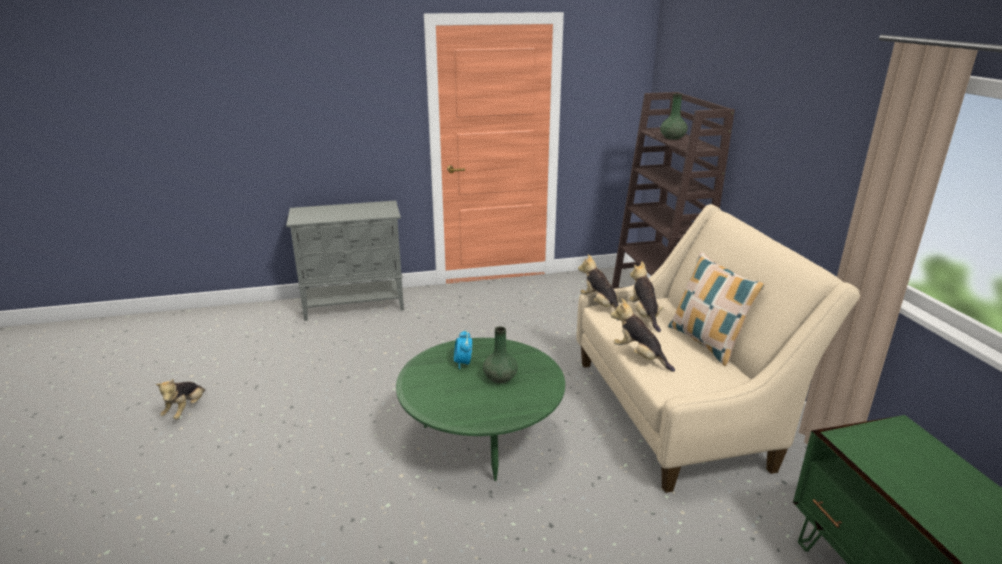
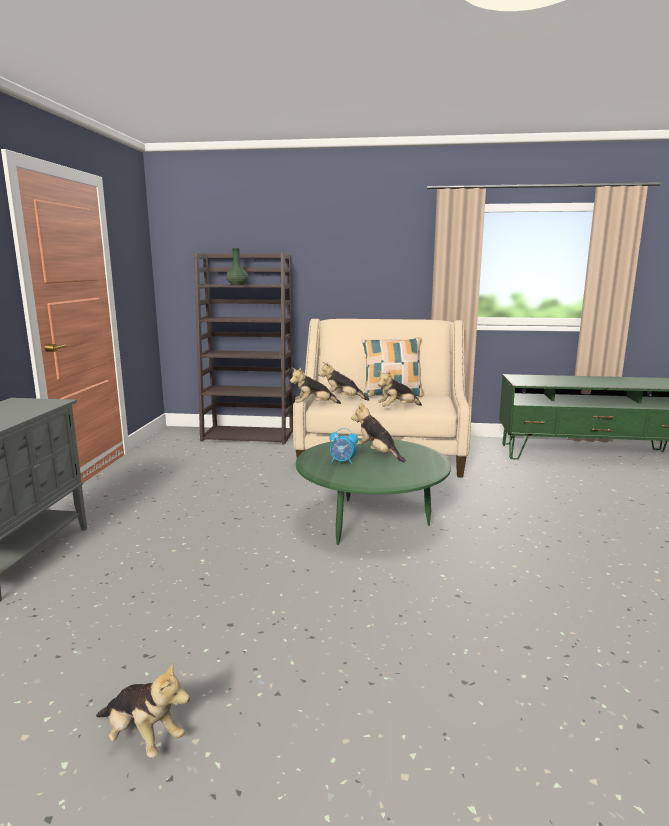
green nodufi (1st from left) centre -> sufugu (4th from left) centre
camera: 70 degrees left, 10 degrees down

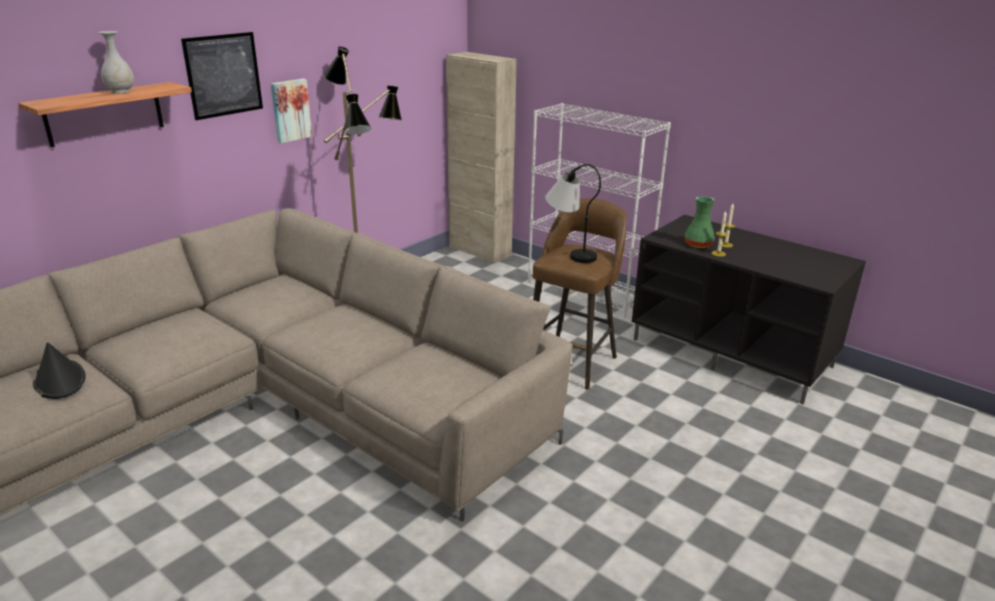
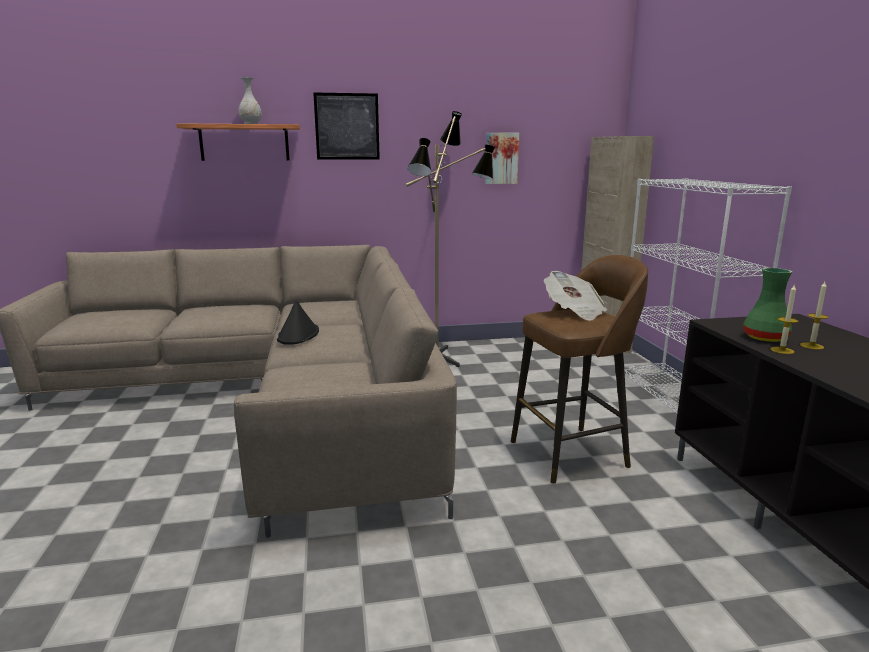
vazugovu (2nd from left) top left -> vazugovu (2nd from left) top centre, move
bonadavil centre -> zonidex centre
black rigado middle left -> black rigado centre, move
camera: 40 degrees right, 10 degrees down

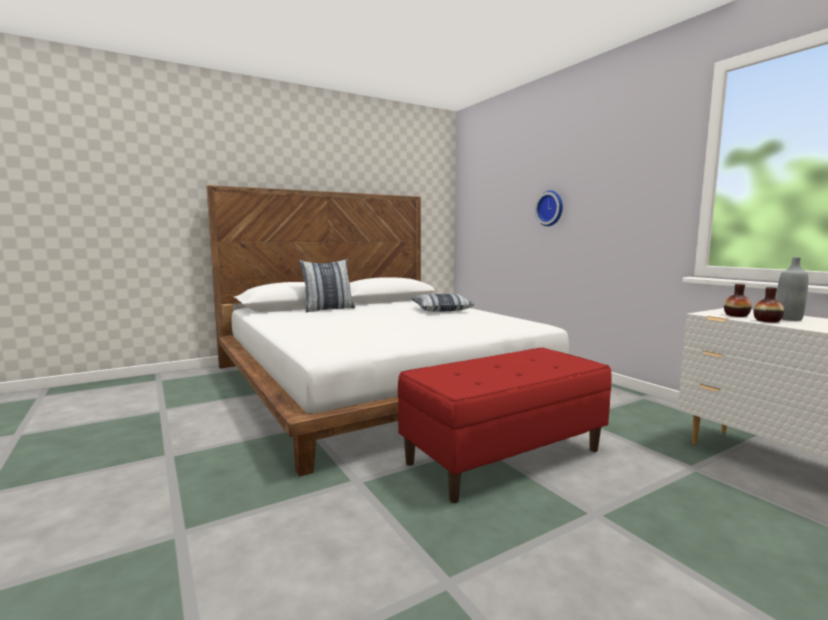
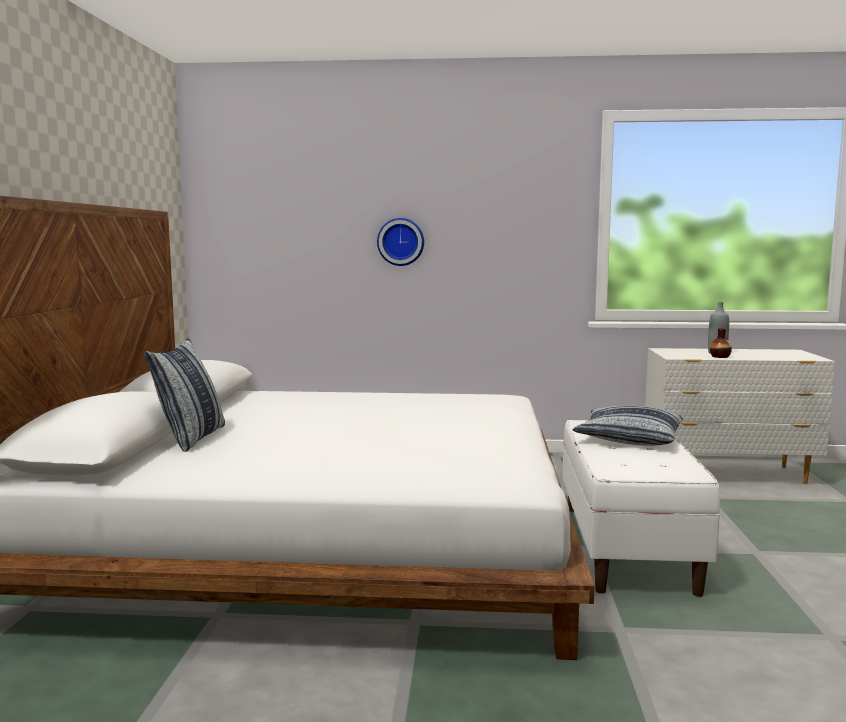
nodufi (1st from left) middle right -> none
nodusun (2nd from left) centre -> nodusun (2nd from left) middle right, move
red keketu bottom centre -> white keketu bottom right
camera: 55 degrees left, 0 degrees up

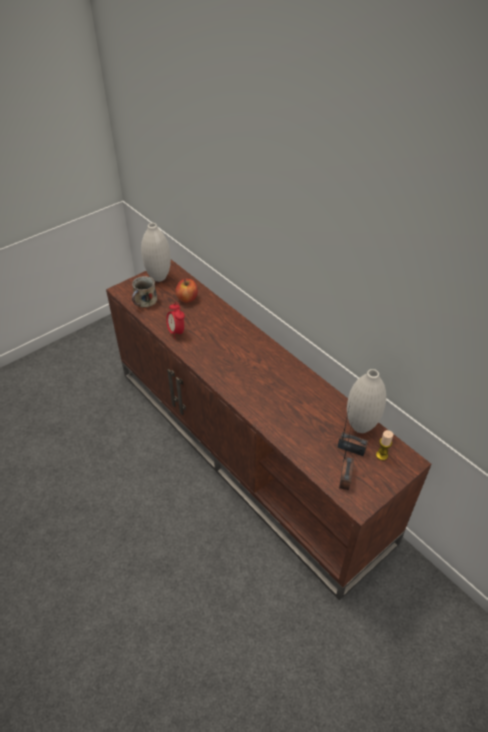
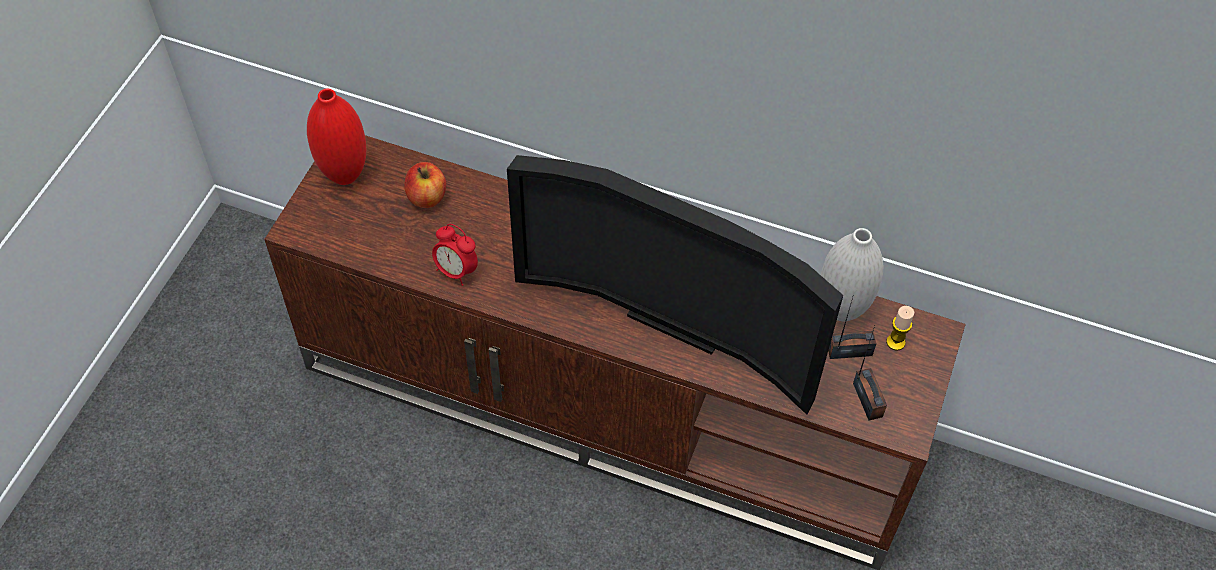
white nodufi (1st from left) middle left -> red nodufi top left
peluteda middle left -> none
none -> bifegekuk centre
camera: 30 degrees left, 10 degrees up

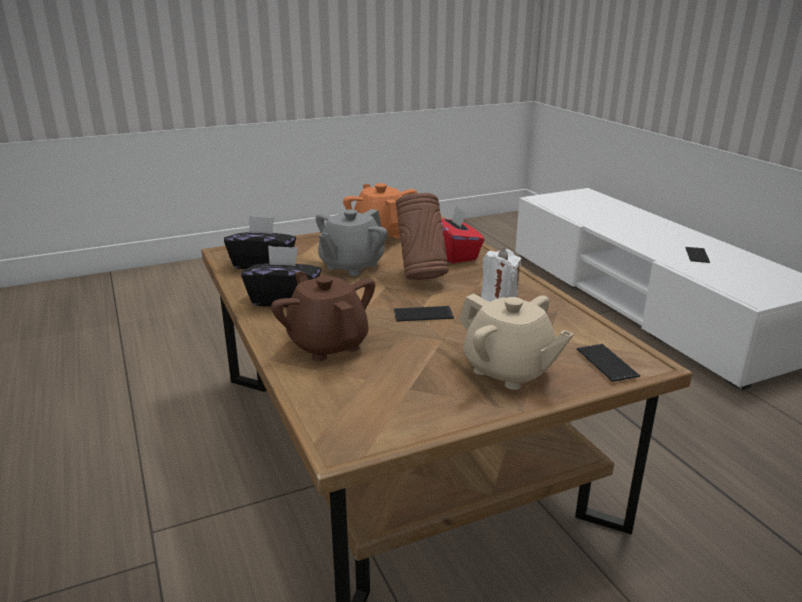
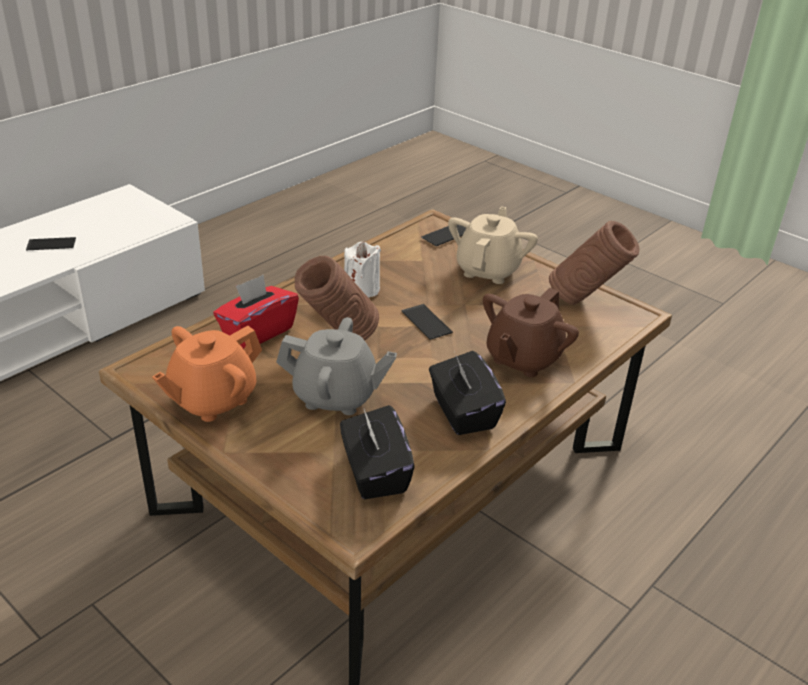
none -> brown nodufi (2nd from left) middle right
camera: 115 degrees left, 10 degrees up

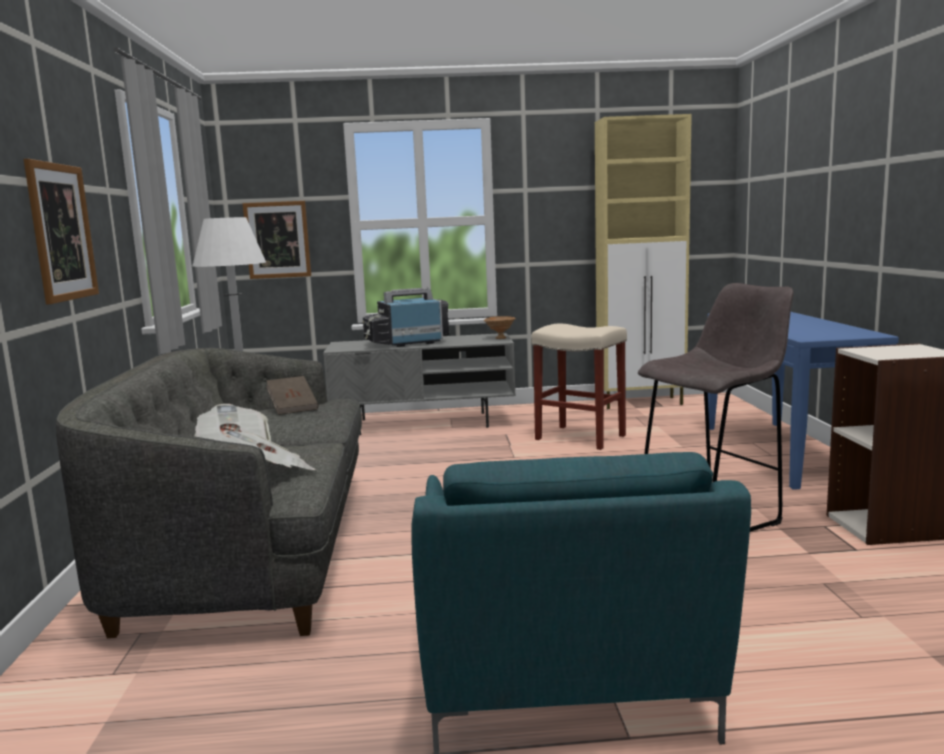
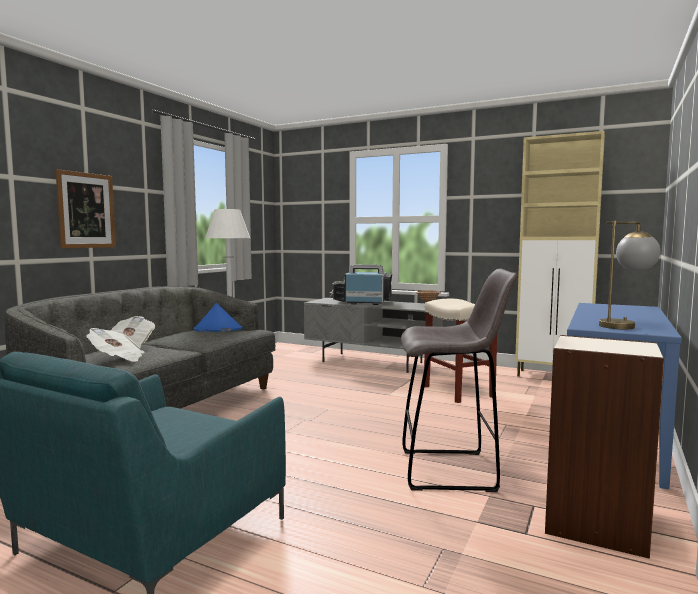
vazugovu (2nd from left) top left -> none
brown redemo middle left -> blue rigado middle left
none -> bonadavil middle right
camera: 30 degrees right, 5 degrees down

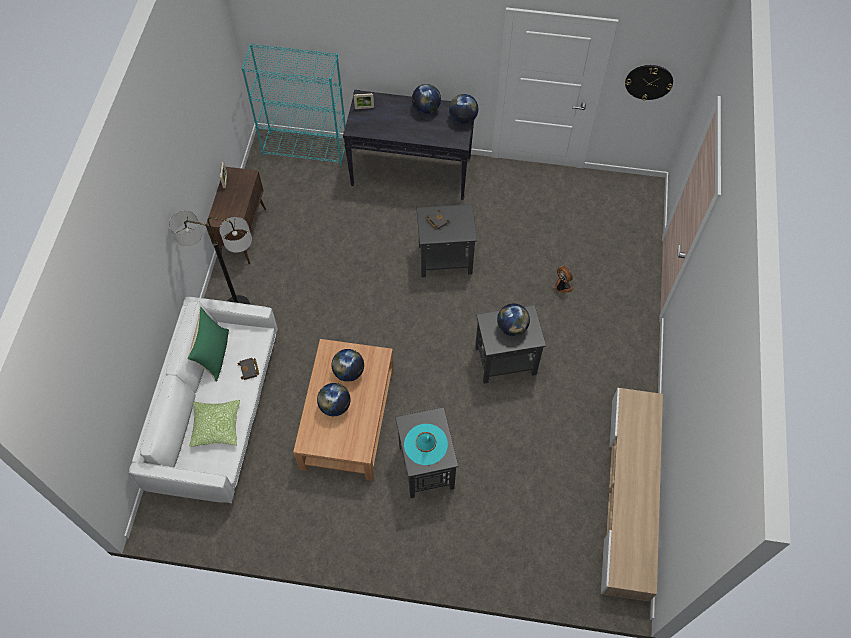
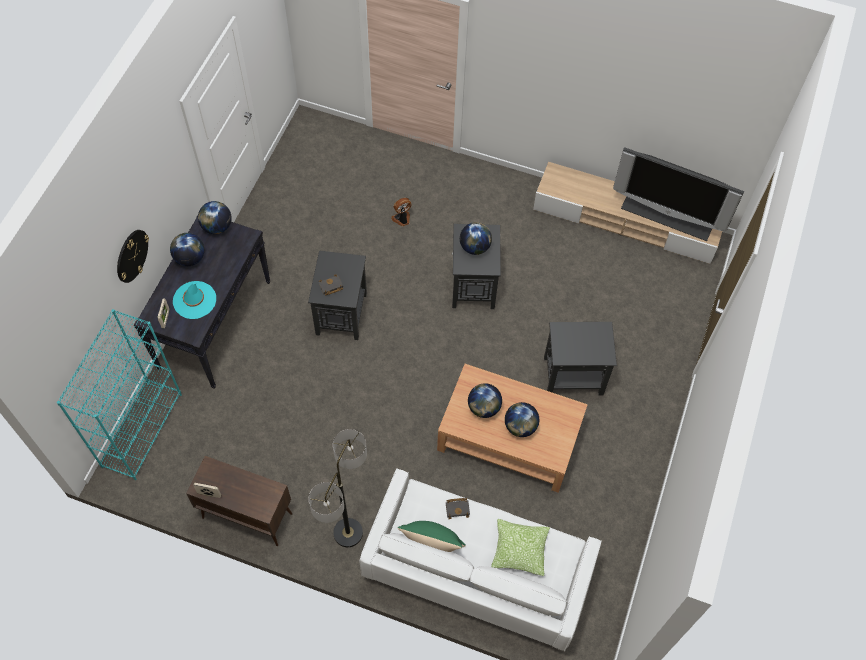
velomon top right -> velomon middle left, move
turquoise rigado bottom centre -> turquoise rigado middle left, move
none -> bifegekuk top right
camera: 80 degrees left, 0 degrees up

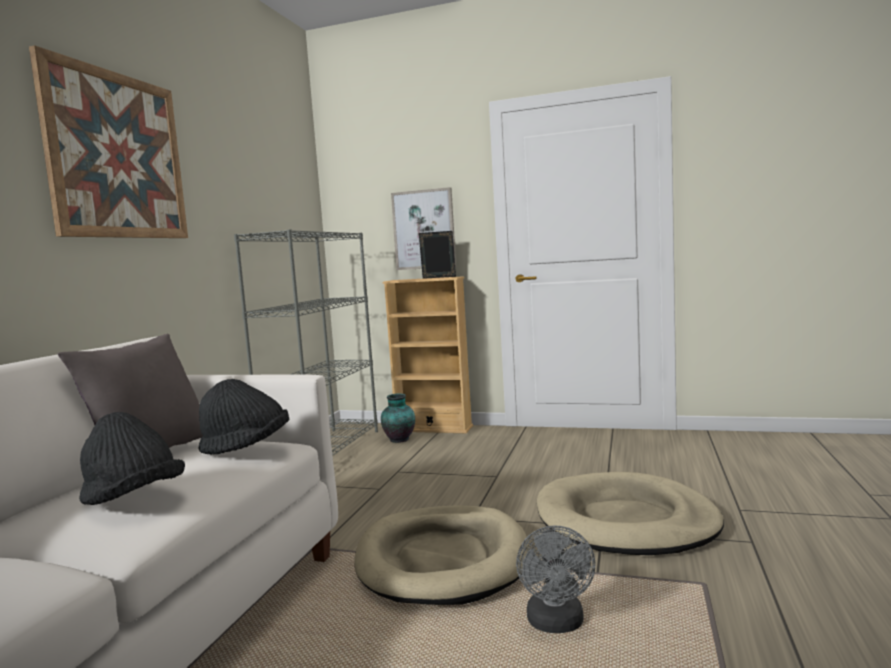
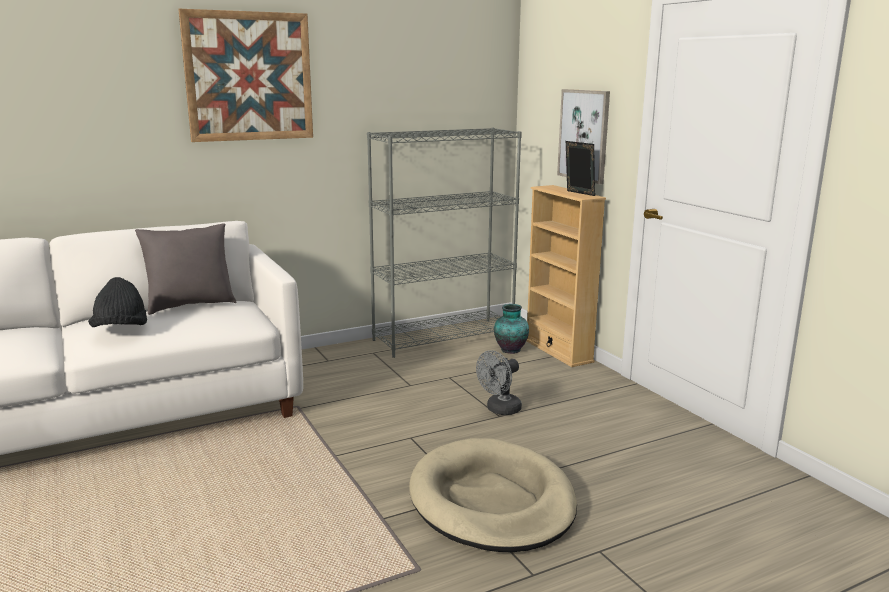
black rigado (2nd from left) middle left -> none
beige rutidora (1st from left) bottom centre -> none
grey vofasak bottom centre -> grey vofasak centre, move
camera: 45 degrees right, 10 degrees up

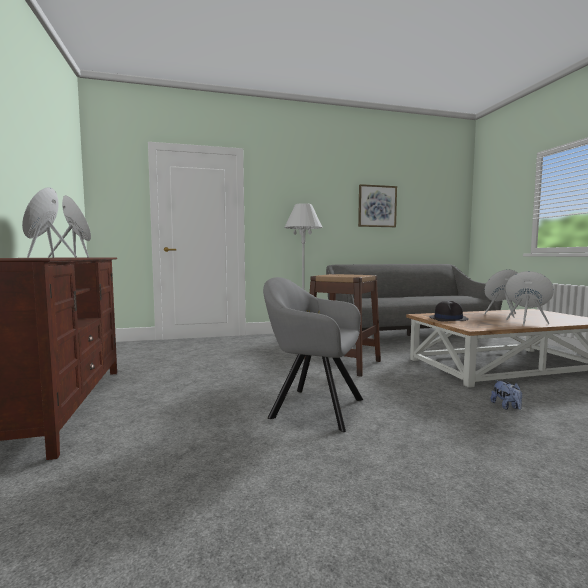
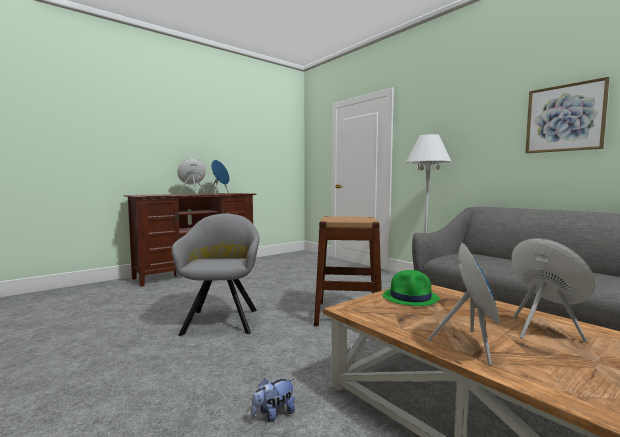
black rigado middle right -> green rigado centre
camera: 65 degrees right, 0 degrees up

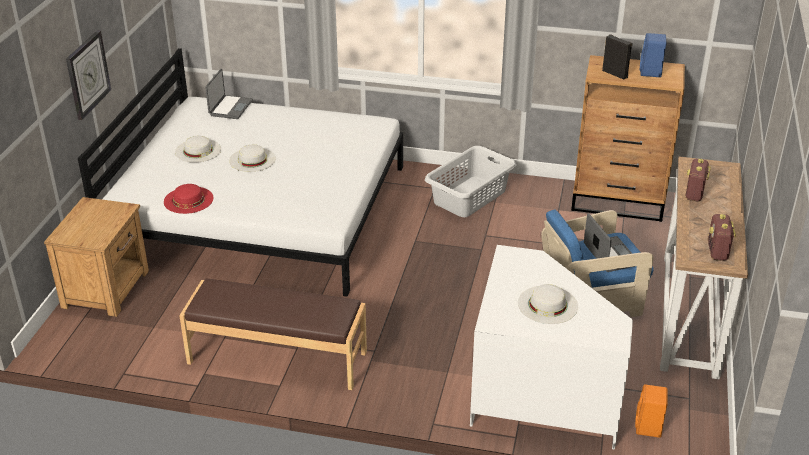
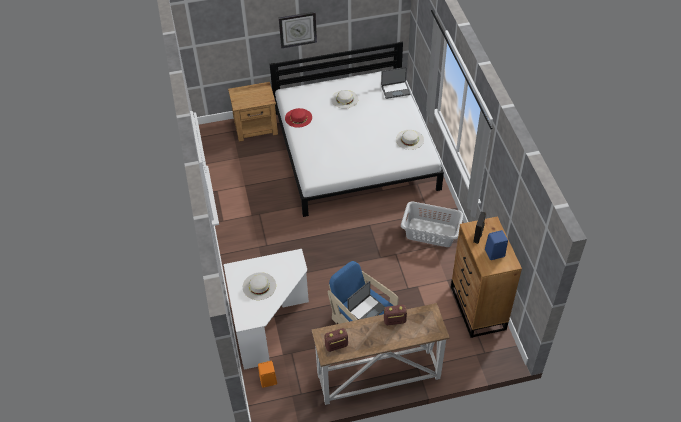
white rigado (2nd from left in the first image) middle left -> white rigado (3rd from left) top centre, move
brown keketu bottom centre -> none
camera: 65 degrees right, 15 degrees up

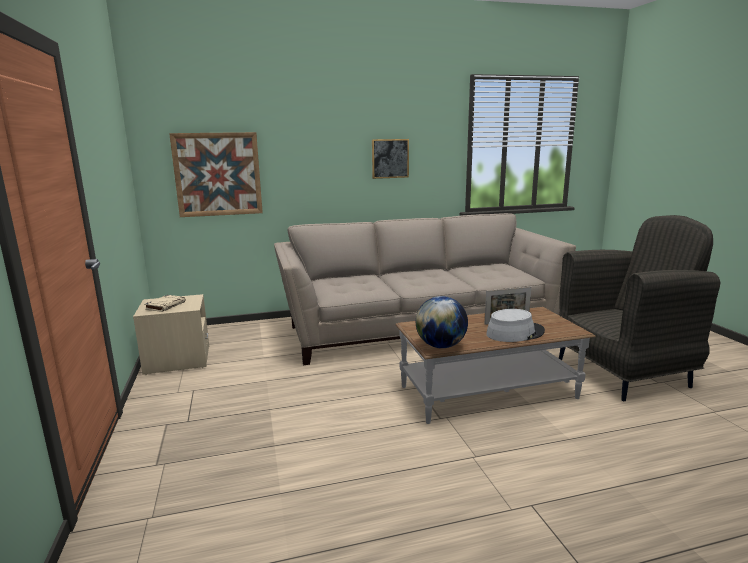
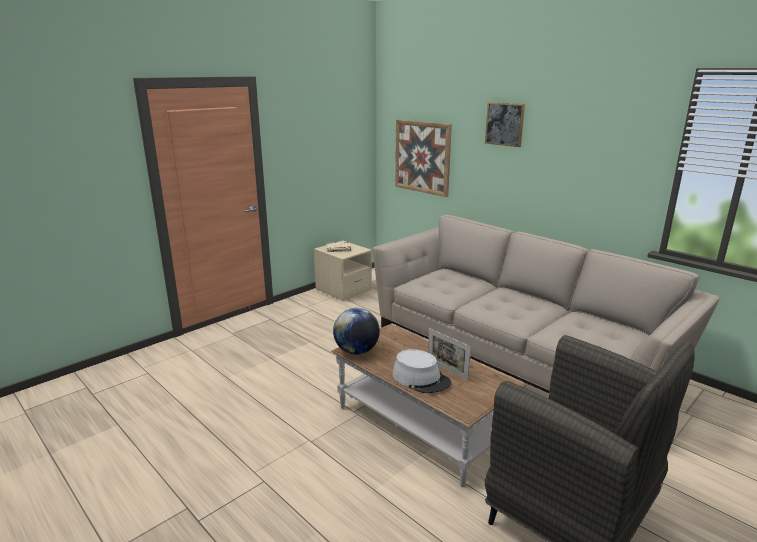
vazugovu (2nd from left) top centre -> vazugovu (2nd from left) top right, move
camera: 60 degrees right, 5 degrees up

